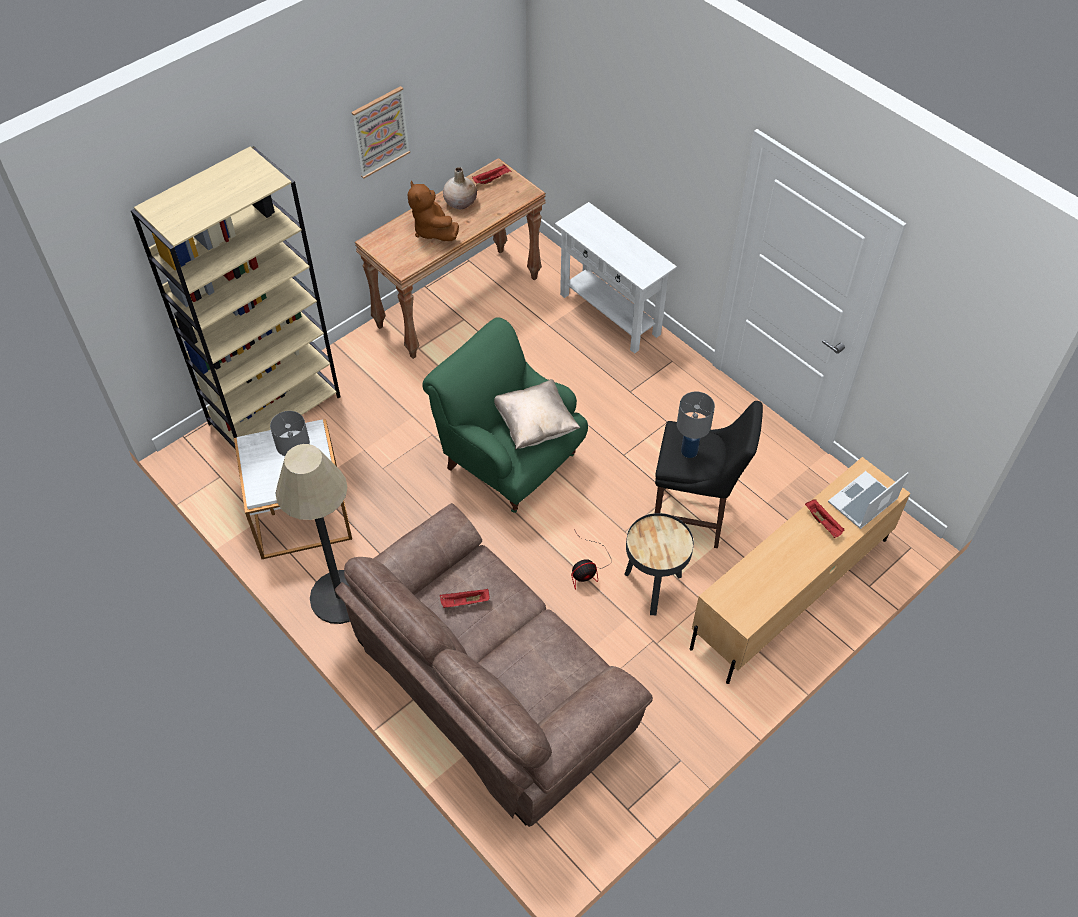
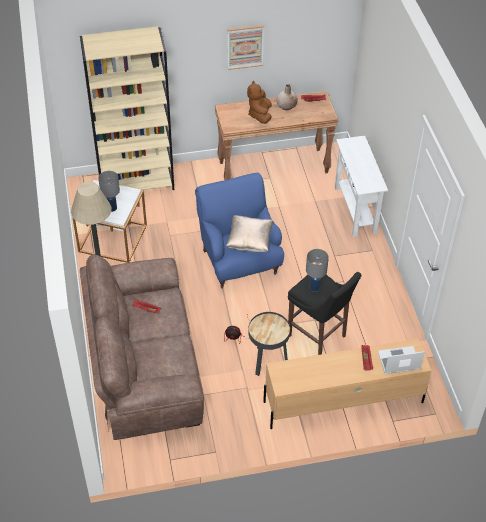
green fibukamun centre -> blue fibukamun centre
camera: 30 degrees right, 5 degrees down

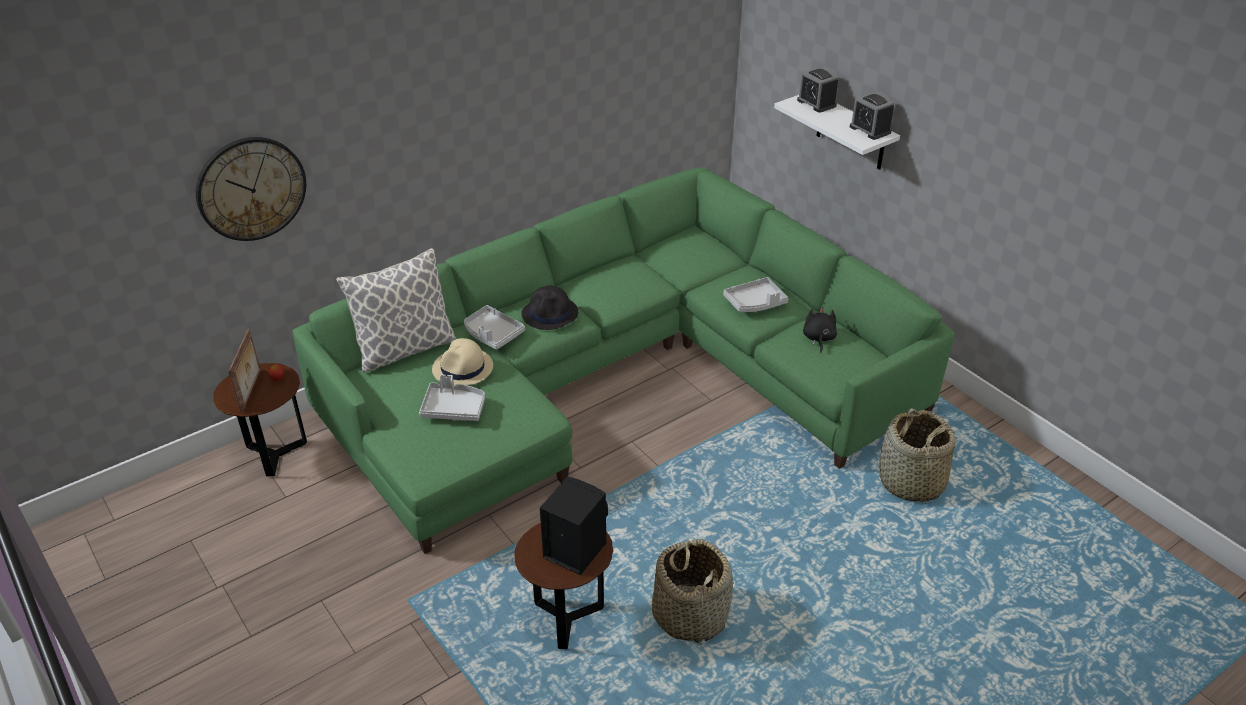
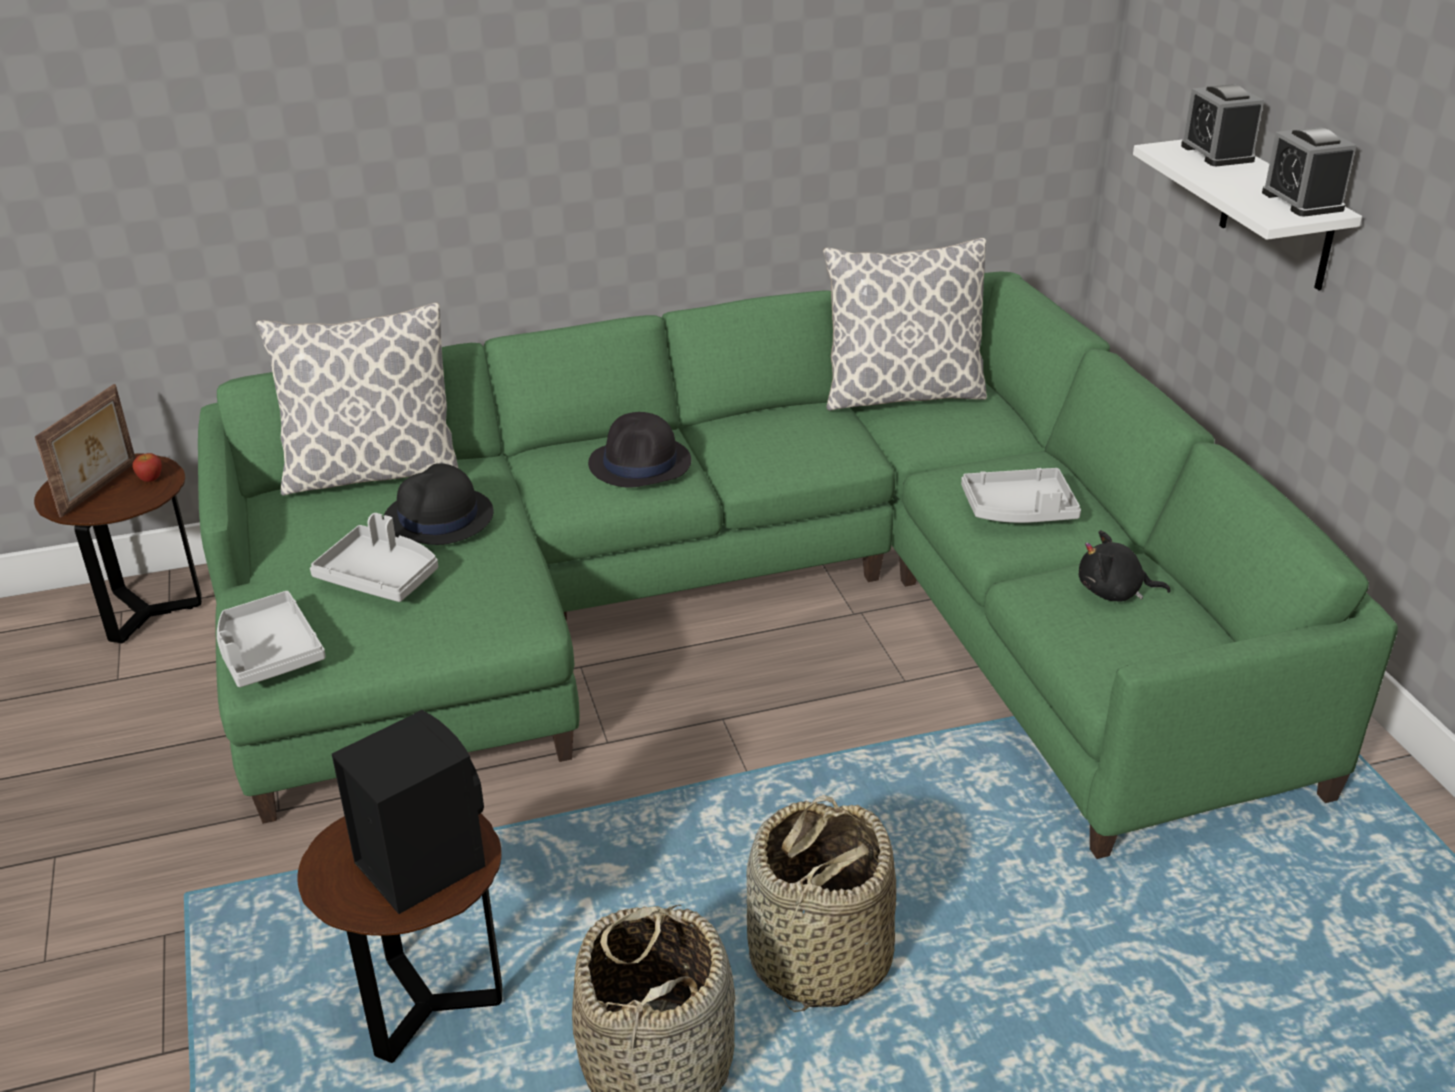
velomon top left -> none
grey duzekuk (2nd from left in the first image) centre -> grey duzekuk (1st from left) middle left, move
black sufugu centre -> black sufugu middle right, 105 degrees counterclockwise
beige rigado centre -> black rigado (1st from left) middle left
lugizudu (2nd from left) middle right -> lugizudu (2nd from left) bottom centre, move
none -> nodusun (2nd from left) top centre
camera: 20 degrees right, 5 degrees down

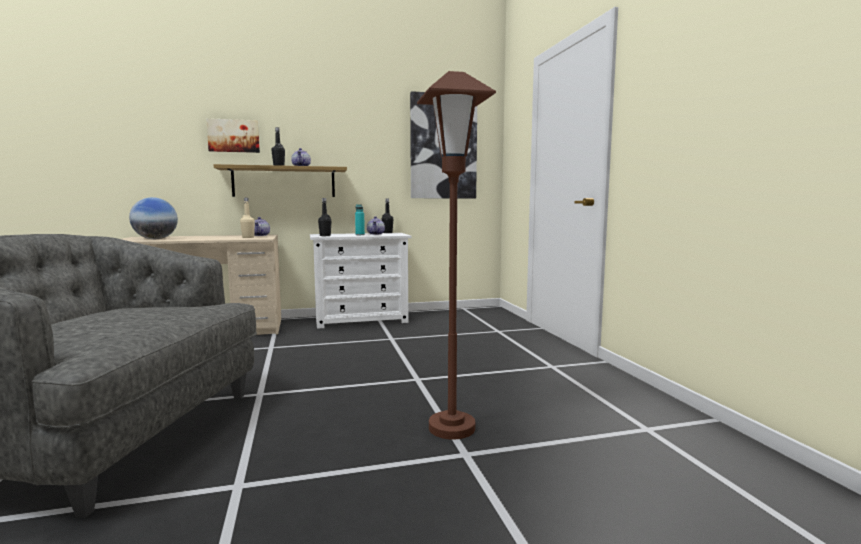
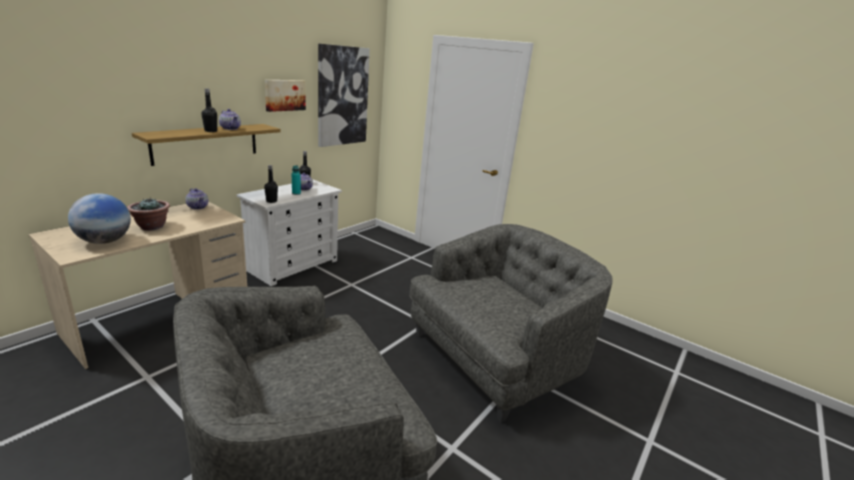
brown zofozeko centre -> grey fibukamun (2nd from left) bottom centre
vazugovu (1st from left) top left -> vazugovu (1st from left) top centre, move
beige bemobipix middle left -> none
none -> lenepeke middle left
camera: 40 degrees left, 15 degrees up

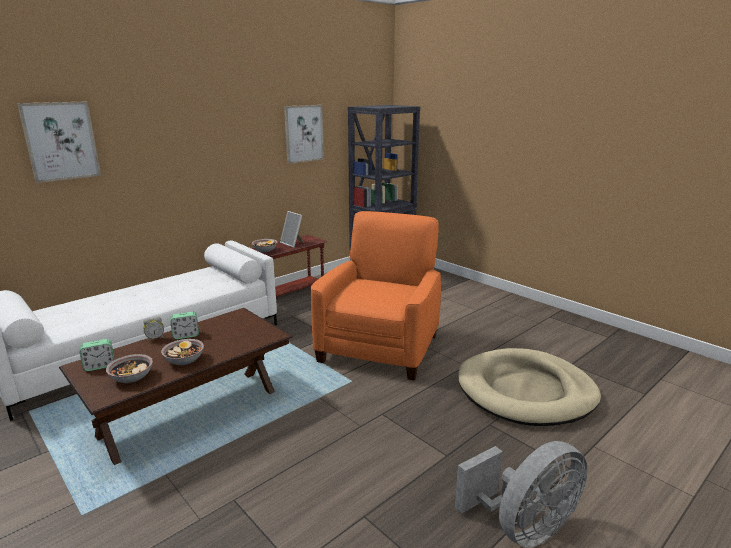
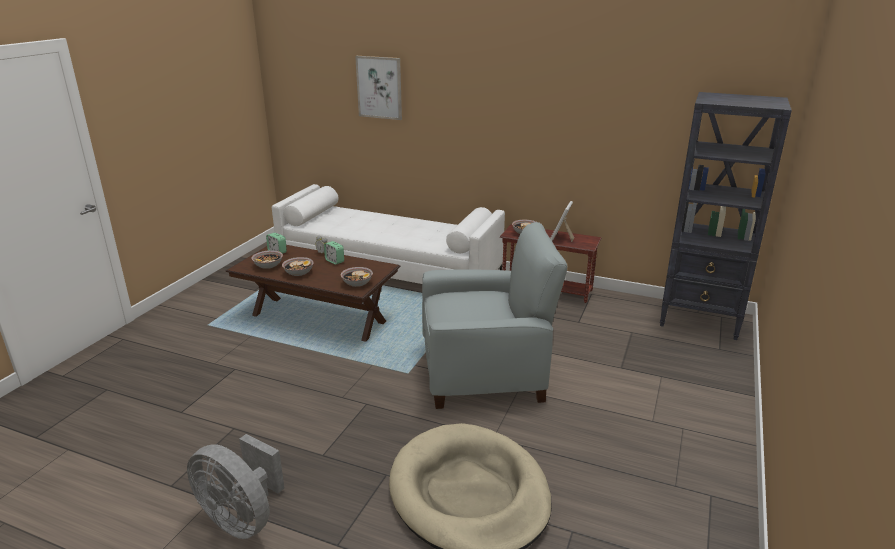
vazugovu (2nd from left) top centre -> none
orange fibukamun centre -> grey fibukamun centre
none -> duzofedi (3rd from left) centre
camera: 65 degrees right, 5 degrees up

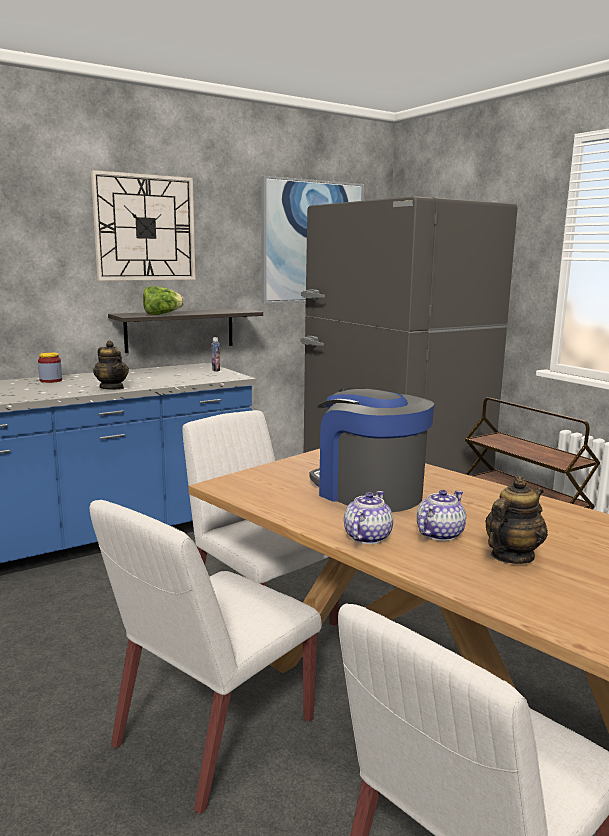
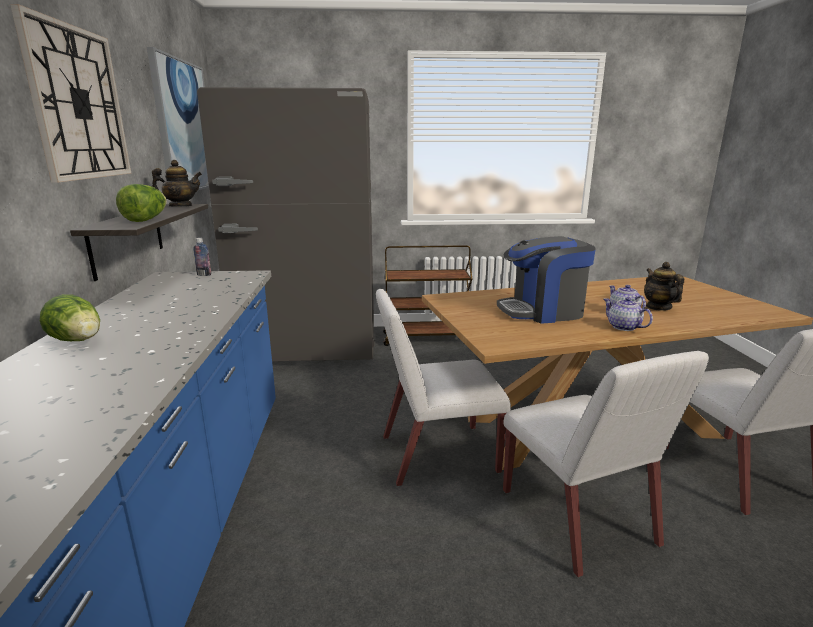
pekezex (1st from left) middle left -> pekezex (1st from left) top left, move
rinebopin middle left -> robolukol (1st from left) middle left
camera: 60 degrees left, 5 degrees up

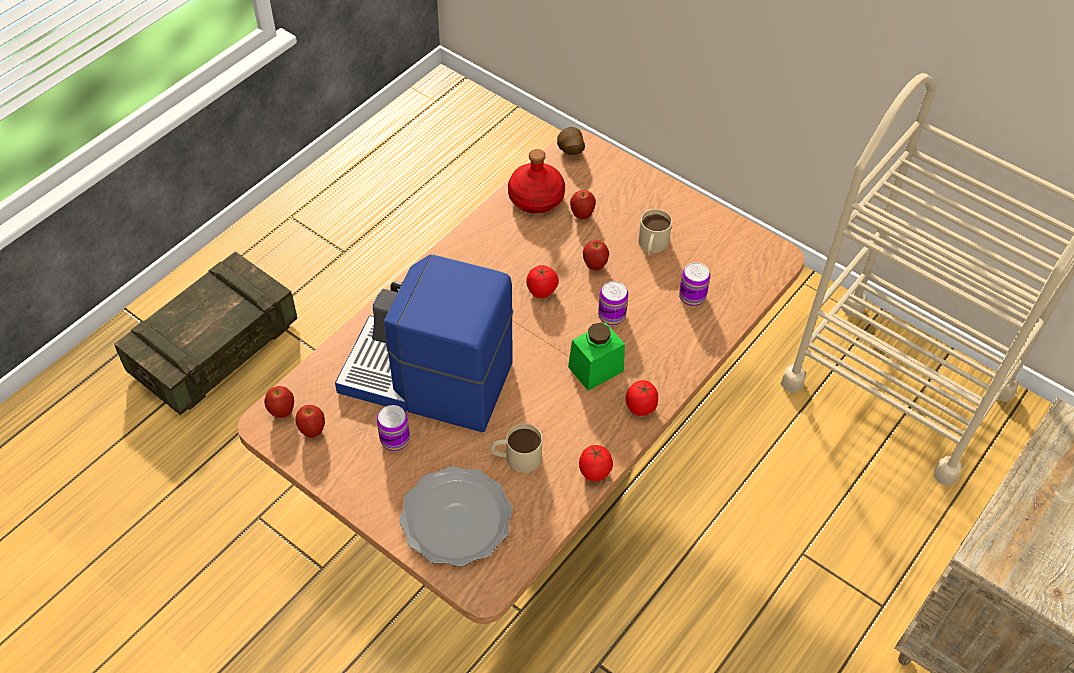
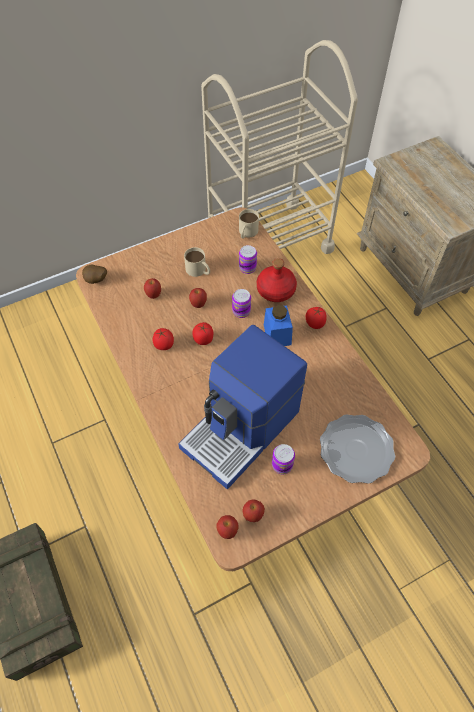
red bemobipix top centre -> red bemobipix centre, move
green rinebopin centre -> blue rinebopin centre
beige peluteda (1st from left in the first image) centre -> beige peluteda (2nd from left) top centre, move
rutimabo (2nd from left in the first image) bottom centre -> rutimabo (1st from left) centre, move
camera: 65 degrees left, 5 degrees up

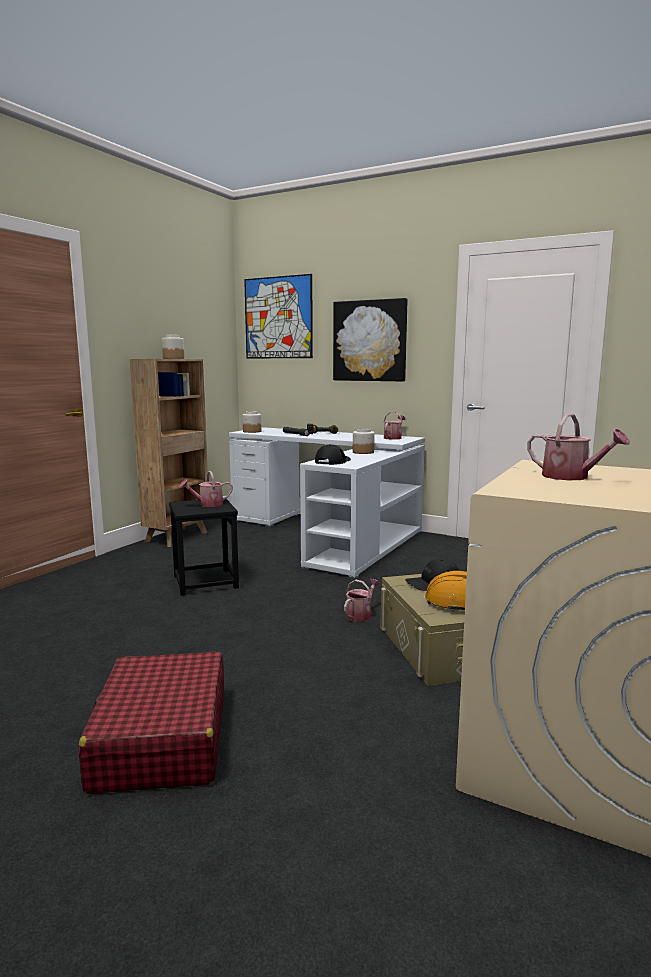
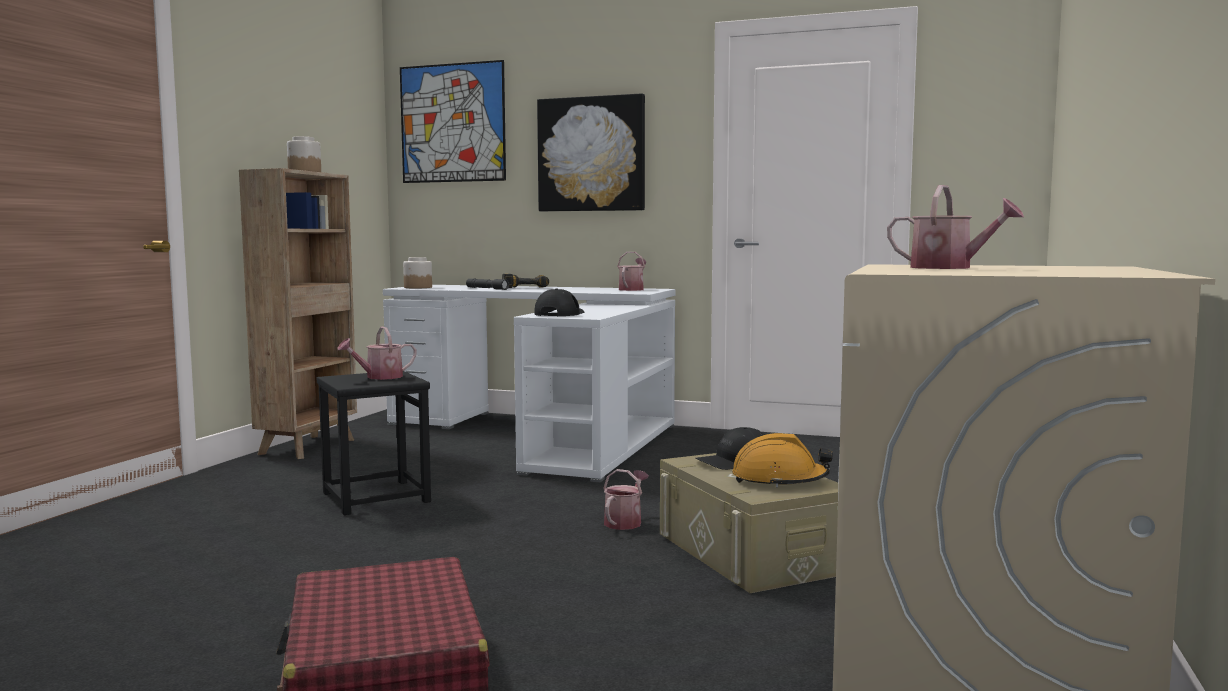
rinebopin (3rd from left) centre -> none
camera: 10 degrees left, 5 degrees down

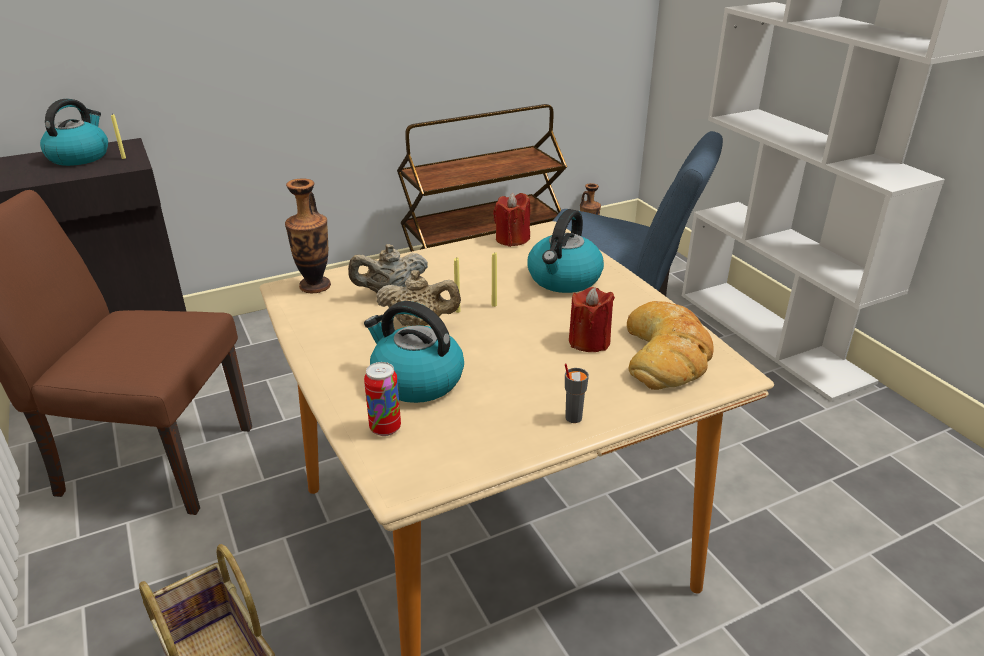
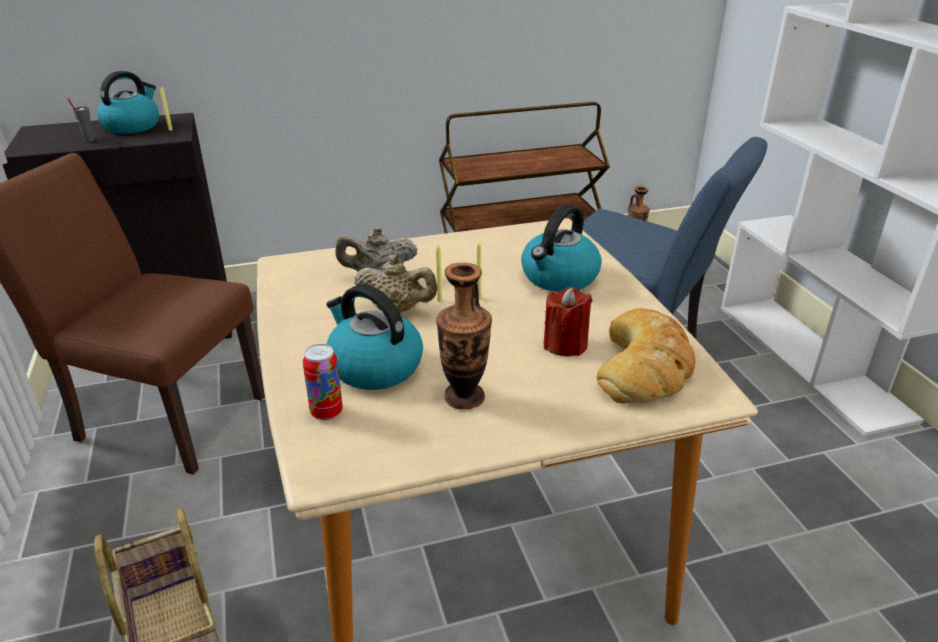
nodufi (1st from left) middle left -> nodufi (1st from left) centre, move
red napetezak (1st from left) centre -> none
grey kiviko centre -> grey kiviko top left, move
camera: 10 degrees right, 0 degrees up

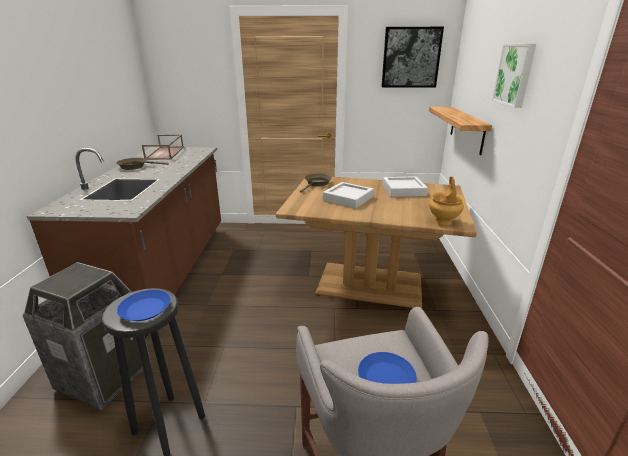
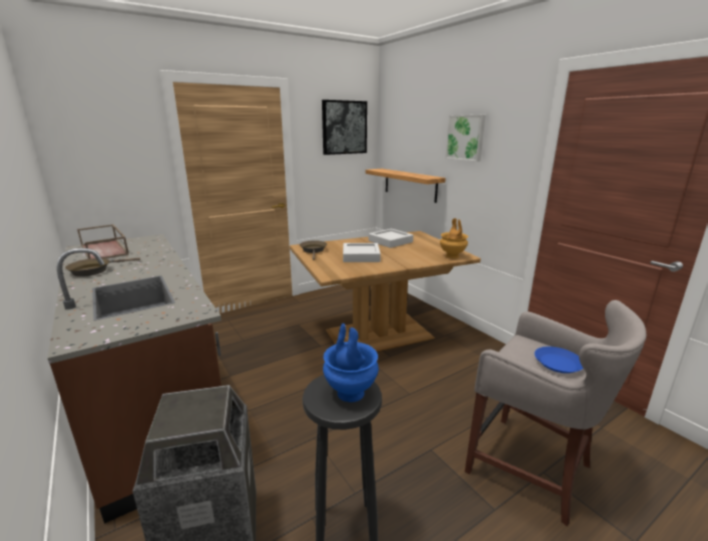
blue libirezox (1st from left) bottom left -> blue nodufi bottom centre
camera: 35 degrees left, 5 degrees down

